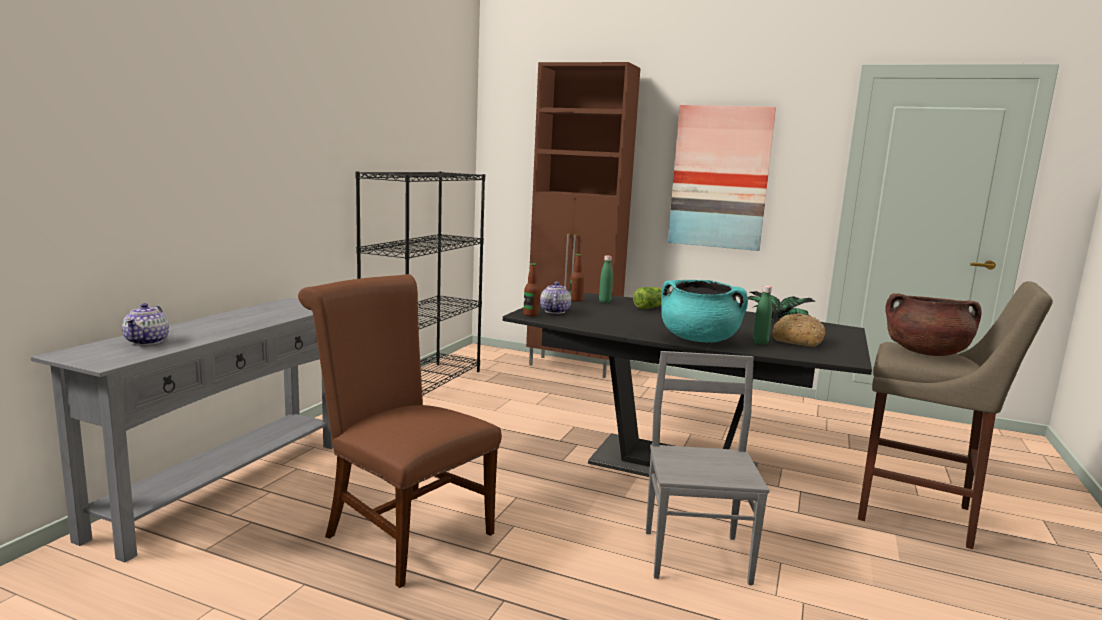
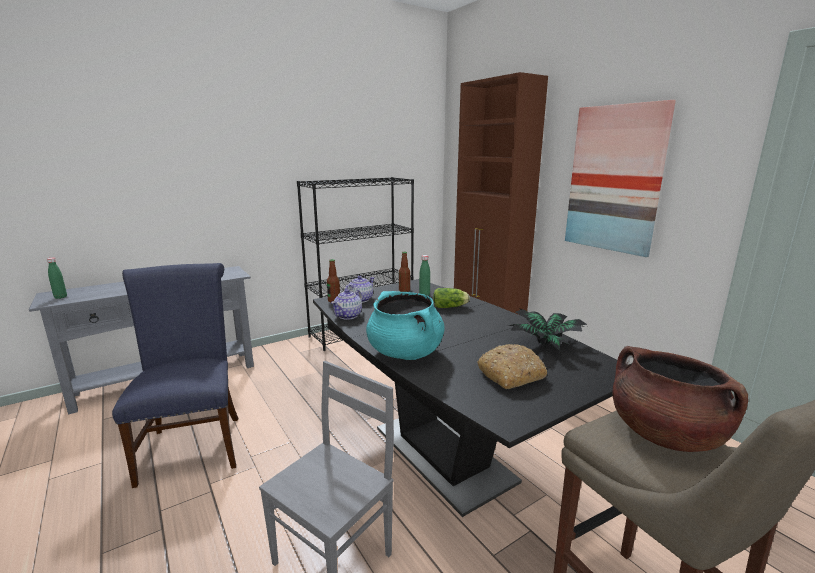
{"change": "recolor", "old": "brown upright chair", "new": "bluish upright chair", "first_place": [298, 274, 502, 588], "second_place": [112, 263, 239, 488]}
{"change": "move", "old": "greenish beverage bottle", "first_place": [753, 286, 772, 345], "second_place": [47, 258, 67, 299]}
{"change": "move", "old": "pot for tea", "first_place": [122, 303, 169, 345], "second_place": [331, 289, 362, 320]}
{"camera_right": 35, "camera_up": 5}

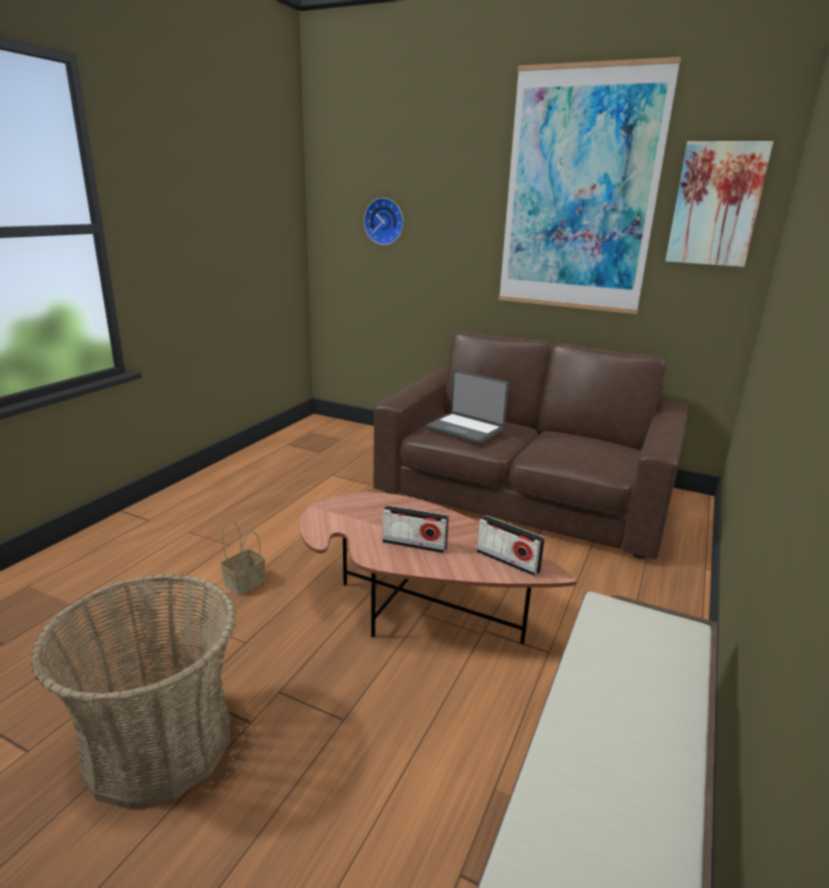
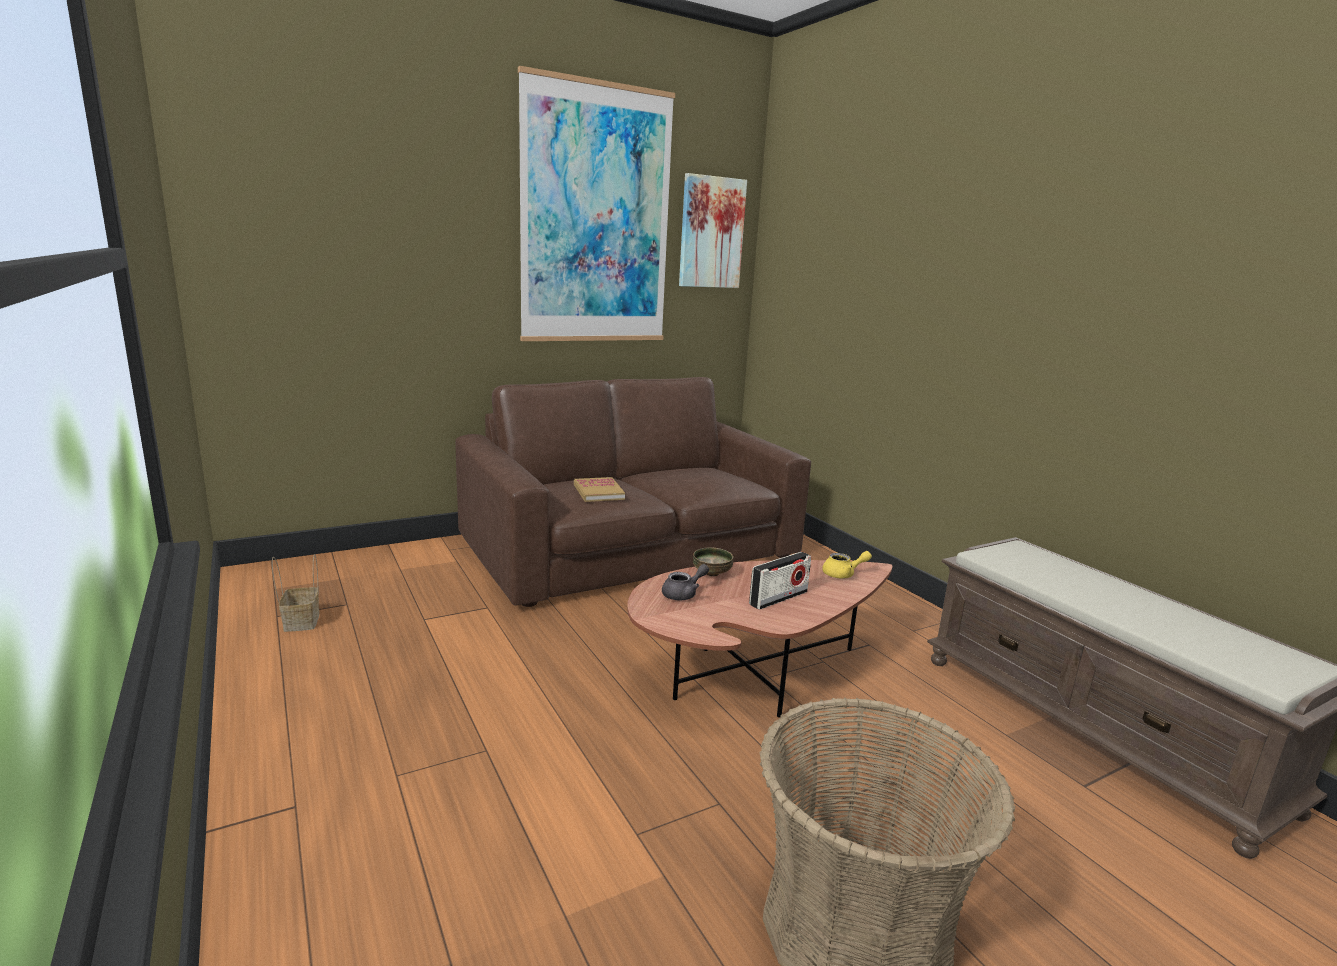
{"change": "delete", "old": "wall clock", "first_place": [364, 198, 403, 245]}
{"change": "replace", "old": "notebook computer", "new": "book", "first_place": [426, 370, 509, 444], "second_place": [574, 477, 625, 502]}
{"change": "replace", "old": "radio", "new": "yellowish pot for tea", "first_place": [477, 515, 545, 576], "second_place": [822, 551, 872, 579]}
{"change": "move", "old": "household basket", "first_place": [221, 520, 265, 595], "second_place": [272, 554, 319, 632]}
{"change": "insert", "new": "deep dish", "second_place": [693, 547, 733, 576]}
{"change": "insert", "new": "greyish pot for tea", "second_place": [662, 564, 709, 600]}
{"camera_right": -55, "camera_up": -5}

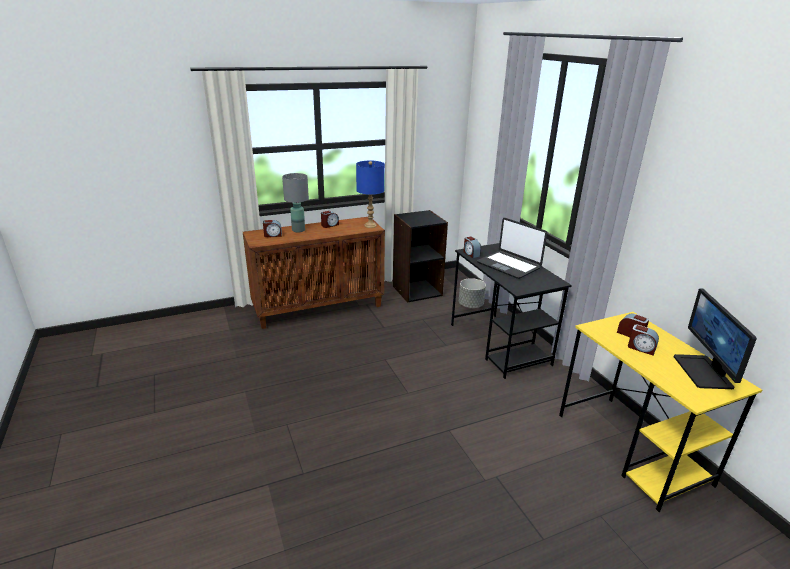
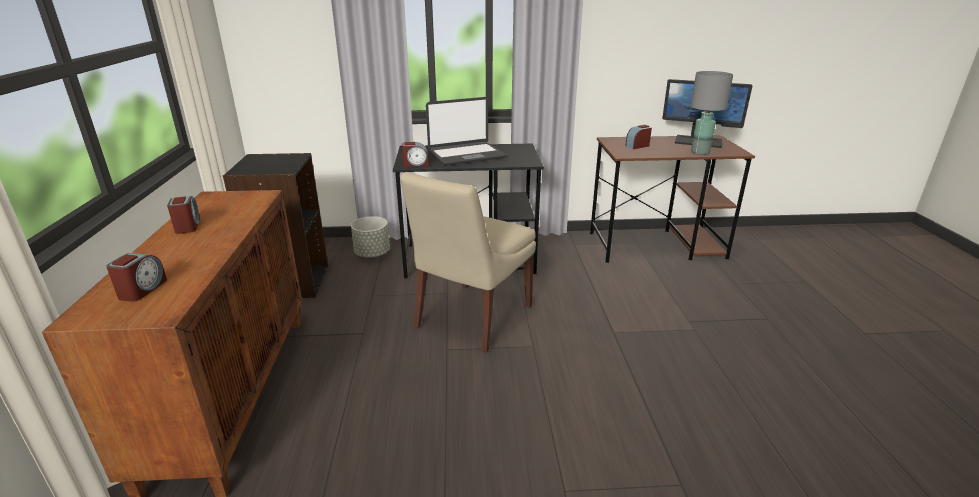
{"change": "delete", "old": "bluish tabletop lamp", "first_place": [356, 161, 385, 228]}
{"change": "move", "old": "greyish tabletop lamp", "first_place": [282, 173, 309, 232], "second_place": [691, 71, 733, 155]}
{"change": "recolor", "old": "yellowish desk table", "new": "brown desk table", "first_place": [559, 312, 762, 512], "second_place": [590, 135, 755, 263]}
{"change": "delete", "old": "alarm clock", "first_place": [628, 324, 659, 355]}
{"change": "insert", "new": "beige upright chair", "second_place": [400, 172, 536, 353]}
{"camera_right": -70, "camera_up": 0}

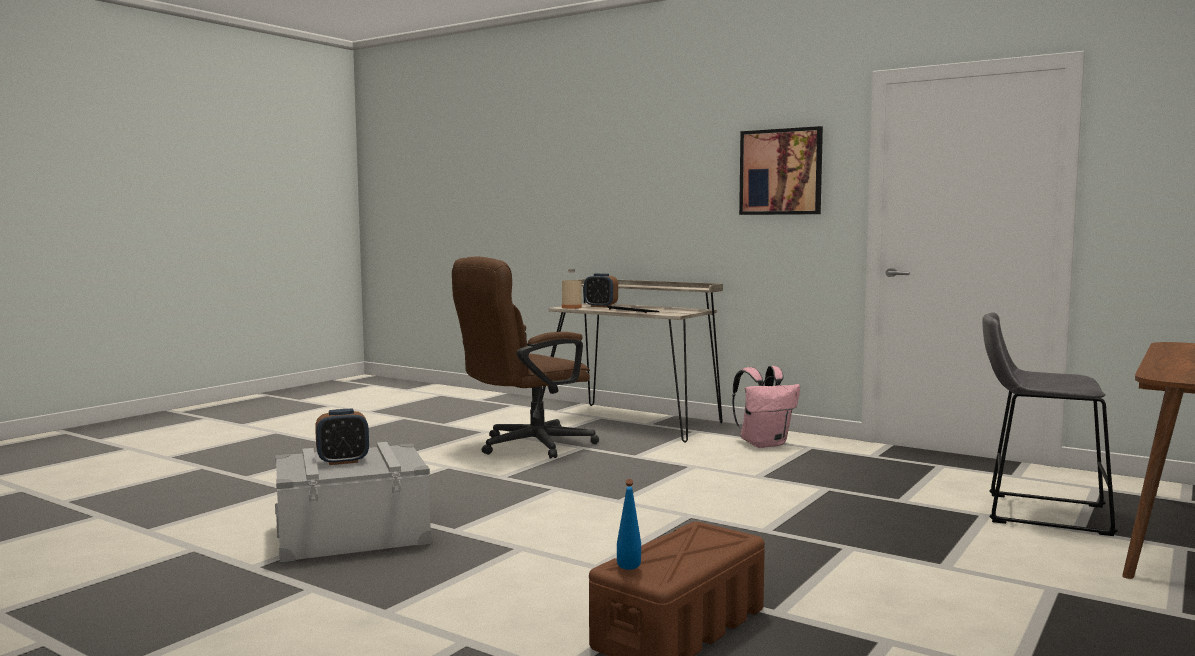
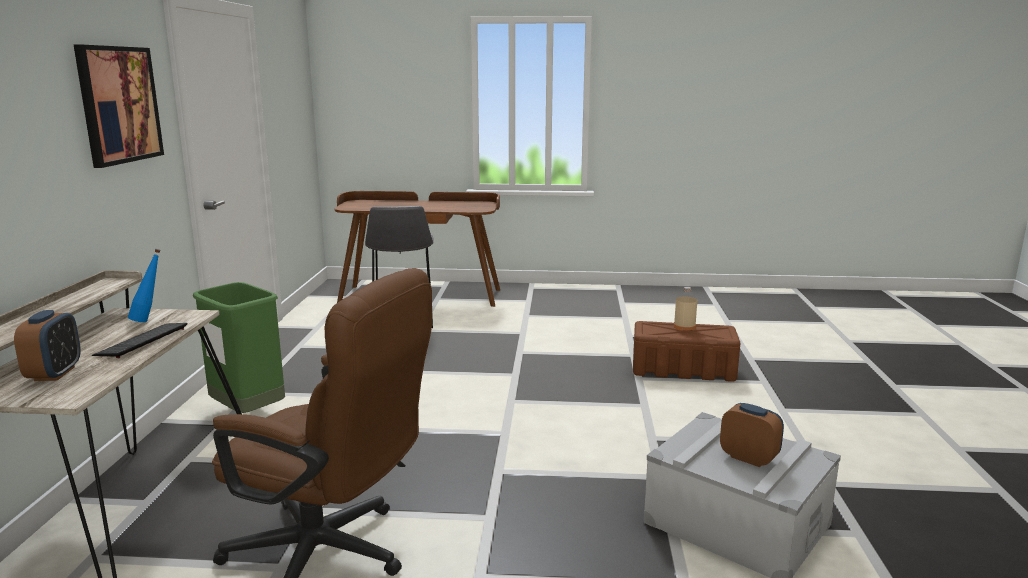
{"change": "move", "old": "beige beverage bottle", "first_place": [562, 269, 582, 309], "second_place": [674, 287, 697, 331]}
{"change": "replace", "old": "pink knapsack", "new": "greenish trash can", "first_place": [732, 366, 800, 448], "second_place": [193, 282, 285, 413]}
{"change": "move", "old": "bluish beverage bottle", "first_place": [617, 479, 641, 570], "second_place": [128, 249, 161, 322]}
{"camera_right": -120, "camera_up": 10}

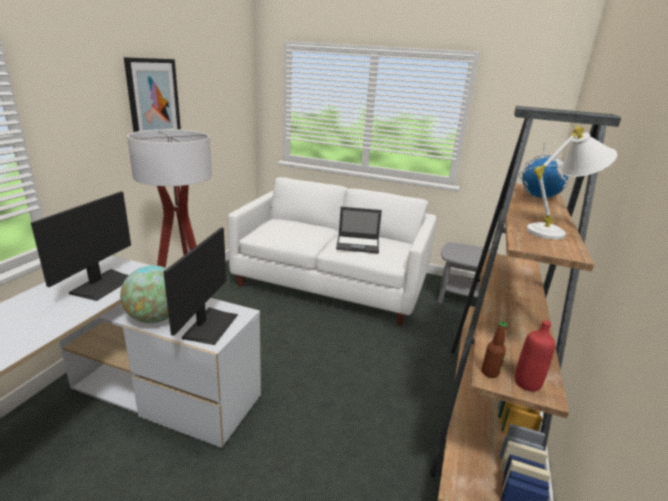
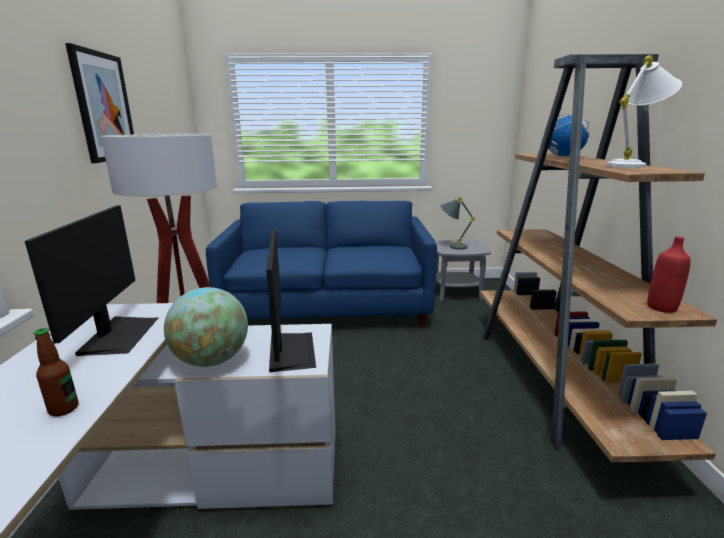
{"change": "recolor", "old": "white sofa", "new": "bluish sofa", "first_place": [228, 177, 436, 326], "second_place": [206, 201, 437, 328]}
{"change": "delete", "old": "notebook computer", "first_place": [336, 207, 382, 253]}
{"change": "move", "old": "beverage bottle", "first_place": [482, 322, 507, 378], "second_place": [34, 328, 78, 417]}
{"change": "insert", "new": "greyish tabletop lamp", "second_place": [440, 197, 475, 250]}
{"camera_right": -20, "camera_up": -5}

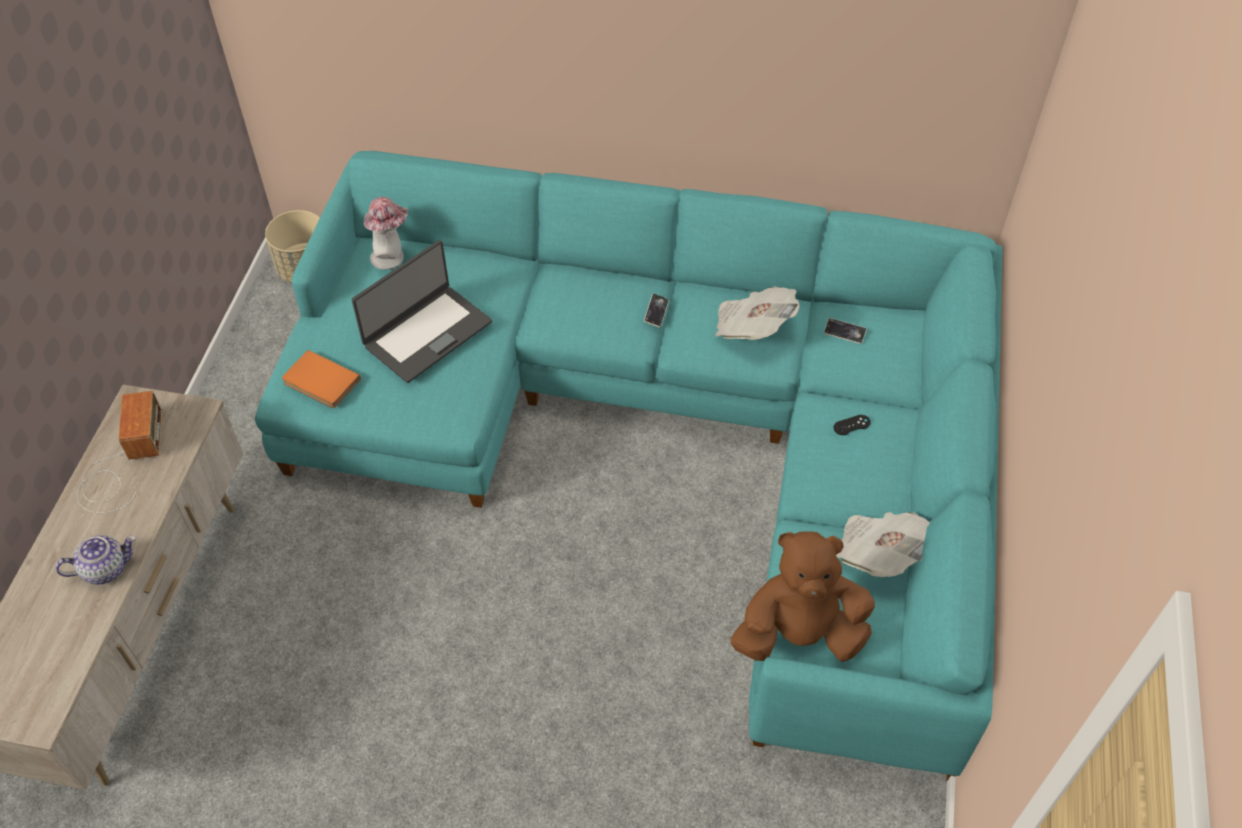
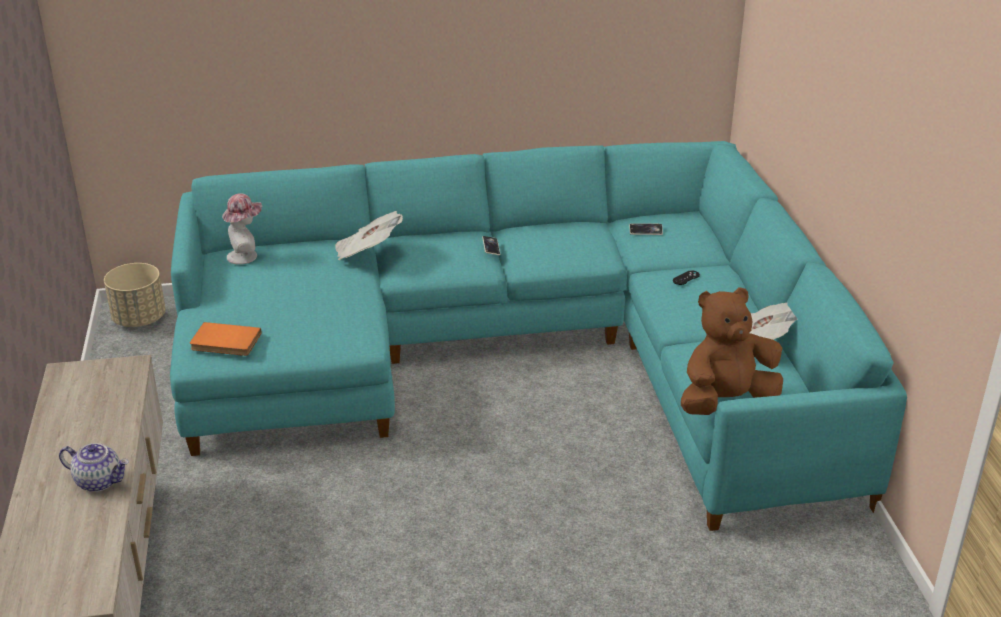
{"change": "delete", "old": "notebook computer", "first_place": [351, 240, 492, 383]}
{"change": "move", "old": "printed paper", "first_place": [715, 286, 800, 340], "second_place": [335, 211, 403, 260]}
{"change": "delete", "old": "radio", "first_place": [77, 391, 162, 513]}
{"change": "rotate", "old": "pot for tea", "first_place": [56, 535, 136, 584], "second_place": [59, 443, 129, 492], "degrees": 60}
{"camera_right": -20, "camera_up": -20}

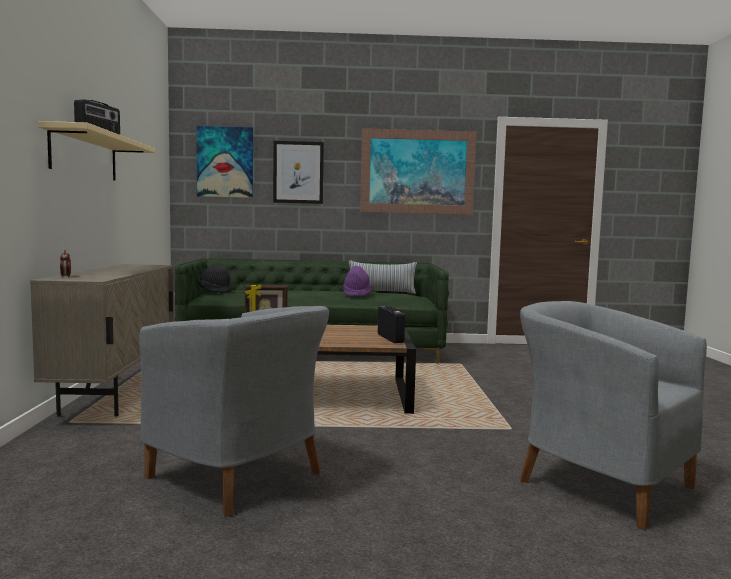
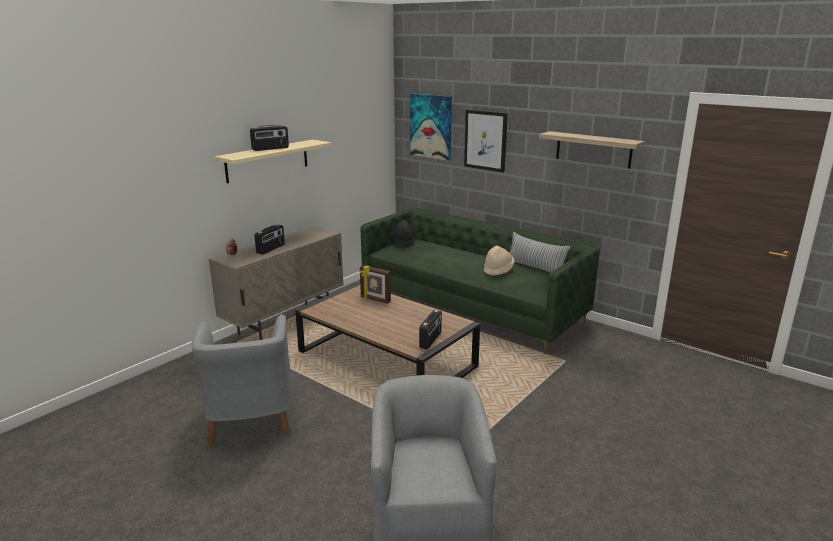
{"change": "replace", "old": "wall art", "new": "wall shelf", "first_place": [360, 128, 477, 215], "second_place": [539, 131, 645, 169]}
{"change": "recolor", "old": "purplish hat", "new": "beige hat", "first_place": [343, 266, 371, 297], "second_place": [484, 246, 515, 276]}
{"change": "insert", "new": "radio", "second_place": [254, 224, 285, 255]}
{"camera_right": 40, "camera_up": 15}

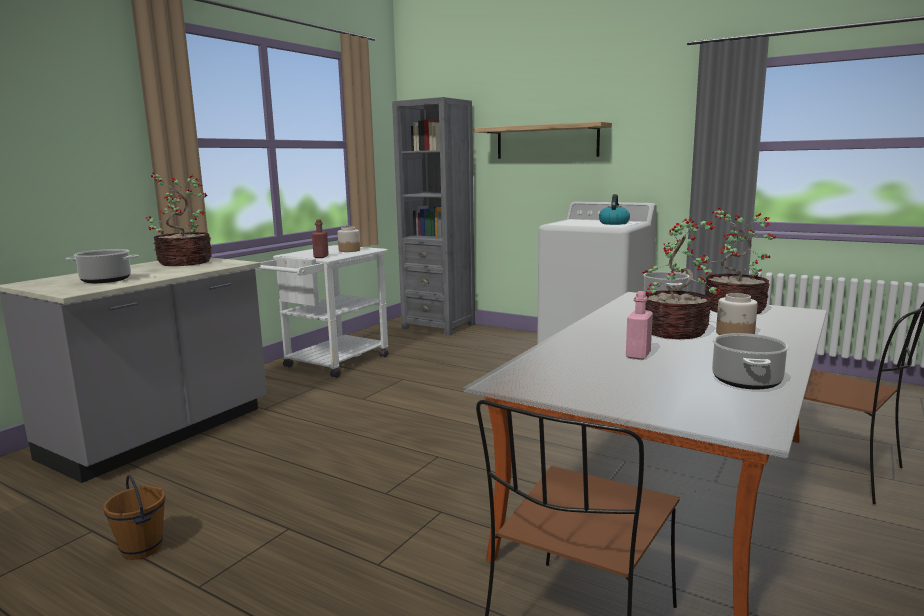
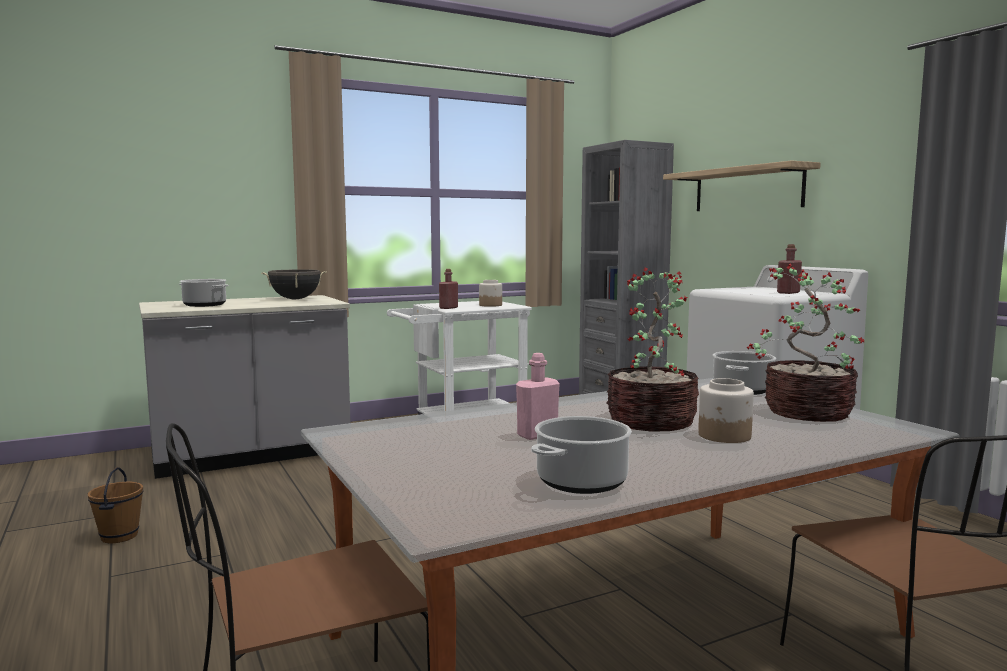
{"change": "replace", "old": "houseplant", "new": "black-coloured cooking pot", "first_place": [146, 172, 212, 266], "second_place": [261, 269, 327, 299]}
{"change": "replace", "old": "water kettle", "new": "red-coloured beverage bottle", "first_place": [599, 194, 630, 225], "second_place": [777, 244, 802, 294]}
{"camera_right": 30, "camera_up": -5}

